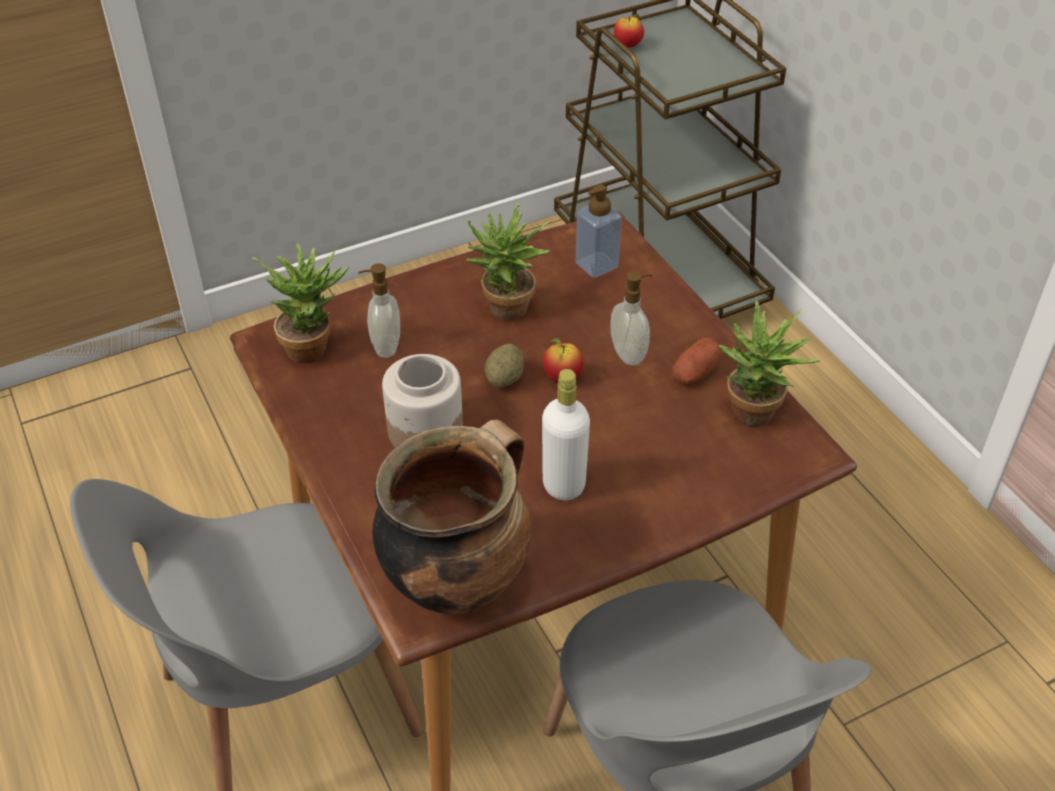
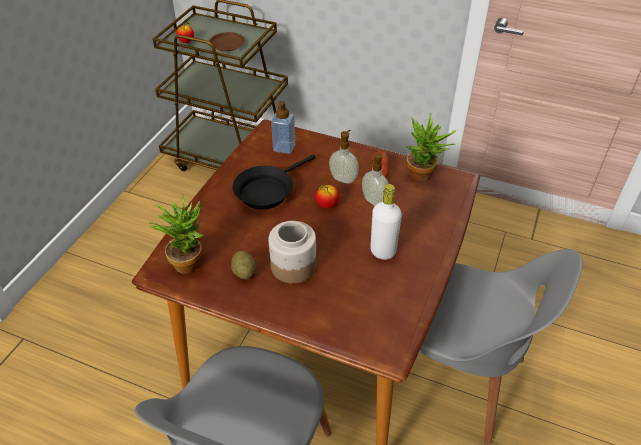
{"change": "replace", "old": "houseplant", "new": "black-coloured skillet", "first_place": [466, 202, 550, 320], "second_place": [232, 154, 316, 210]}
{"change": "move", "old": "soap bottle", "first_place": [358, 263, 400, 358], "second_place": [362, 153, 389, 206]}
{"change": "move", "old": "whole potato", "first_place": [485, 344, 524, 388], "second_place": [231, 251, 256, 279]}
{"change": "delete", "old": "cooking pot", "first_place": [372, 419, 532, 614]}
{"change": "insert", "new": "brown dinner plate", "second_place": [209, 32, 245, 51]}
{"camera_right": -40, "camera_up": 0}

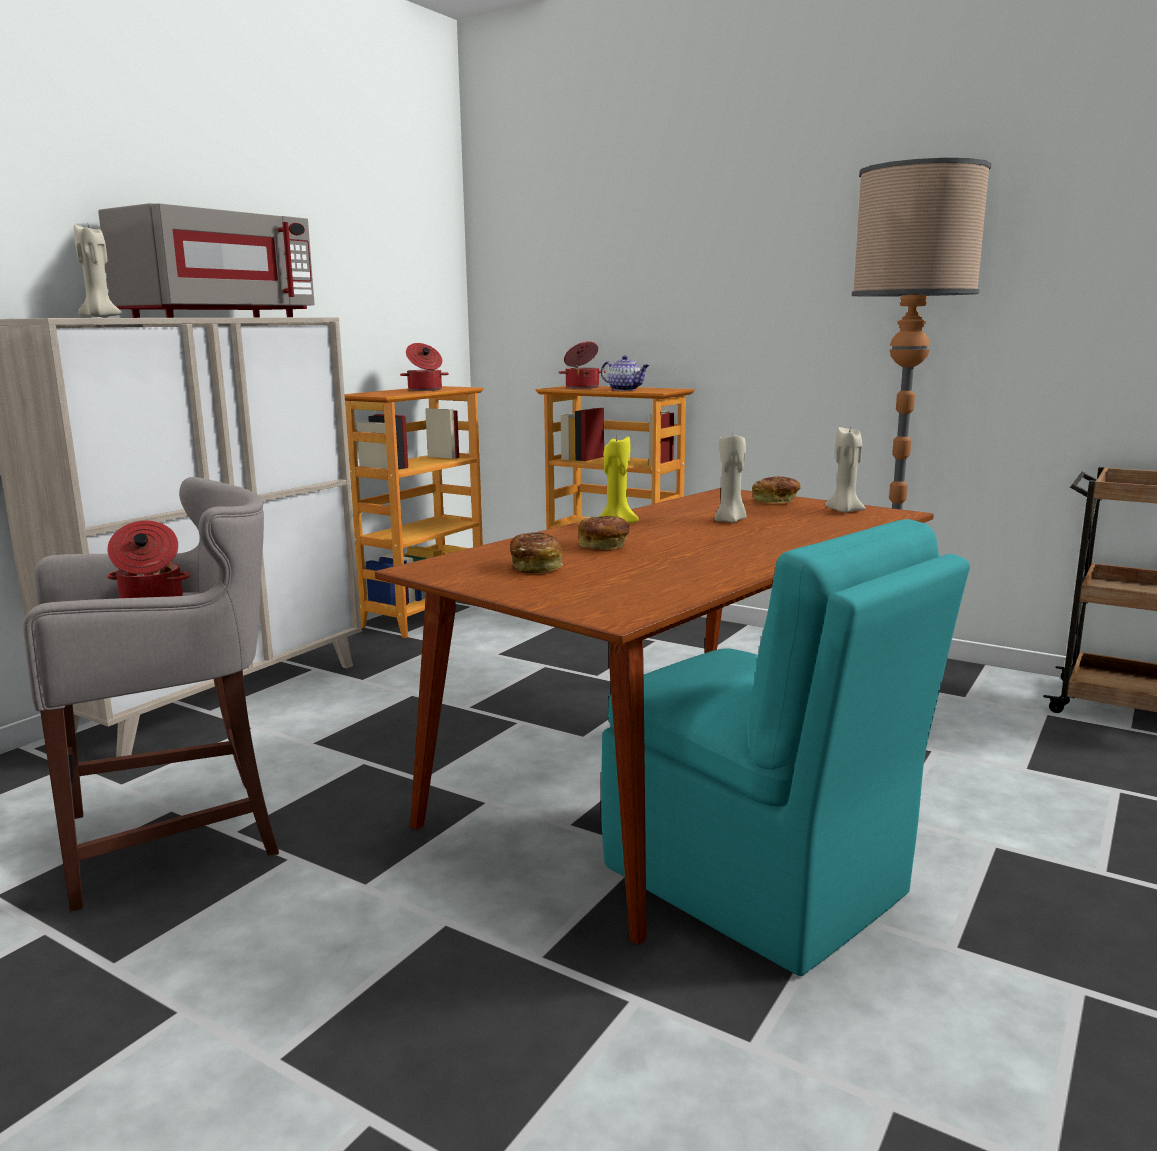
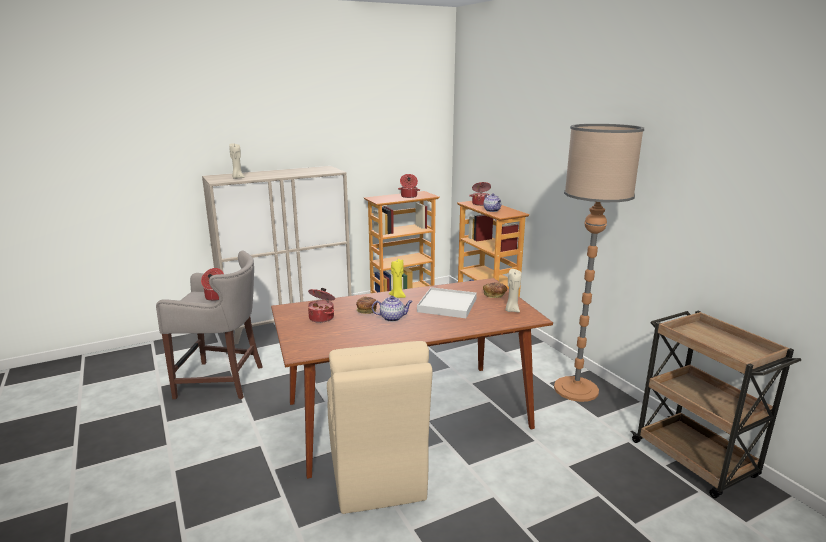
{"change": "delete", "old": "greyish microwave", "first_place": [98, 203, 315, 318]}
{"change": "replace", "old": "beige wax candle", "new": "white tray", "first_place": [715, 434, 747, 522], "second_place": [417, 287, 477, 318]}
{"change": "recolor", "old": "turquoise-coloured upright chair", "new": "beige upright chair", "first_place": [601, 519, 970, 976], "second_place": [327, 341, 432, 514]}
{"change": "replace", "old": "bakery bread", "new": "cooking pot", "first_place": [510, 532, 563, 574], "second_place": [308, 288, 335, 323]}
{"change": "insert", "new": "pot for tea", "second_place": [372, 296, 413, 322]}
{"camera_right": 30, "camera_up": 5}

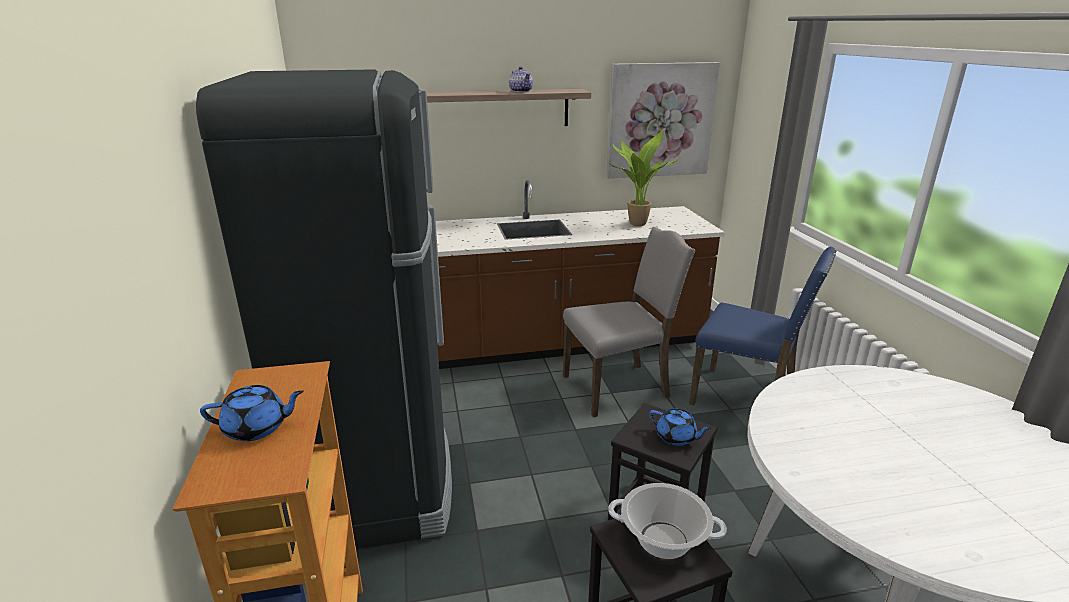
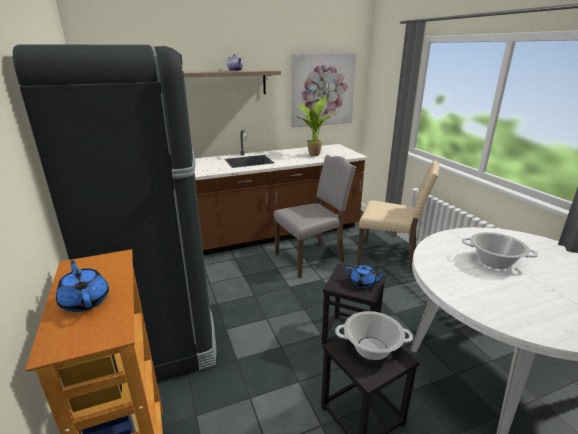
{"change": "recolor", "old": "bluish upright chair", "new": "beige upright chair", "first_place": [689, 247, 837, 406], "second_place": [356, 161, 440, 273]}
{"change": "rotate", "old": "bluish pot for tea", "first_place": [200, 385, 304, 441], "second_place": [56, 261, 109, 312], "degrees": -105}
{"change": "insert", "new": "cooking pot", "second_place": [462, 232, 538, 269]}
{"camera_right": -10, "camera_up": 0}

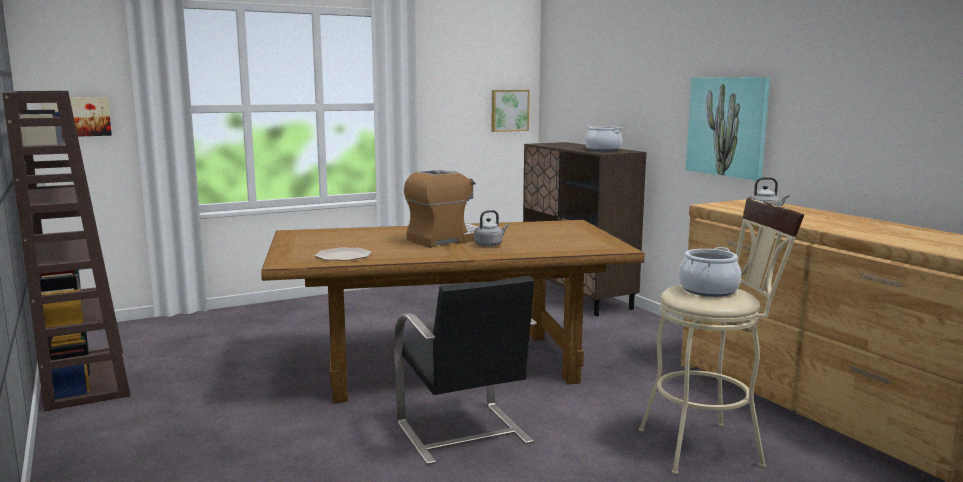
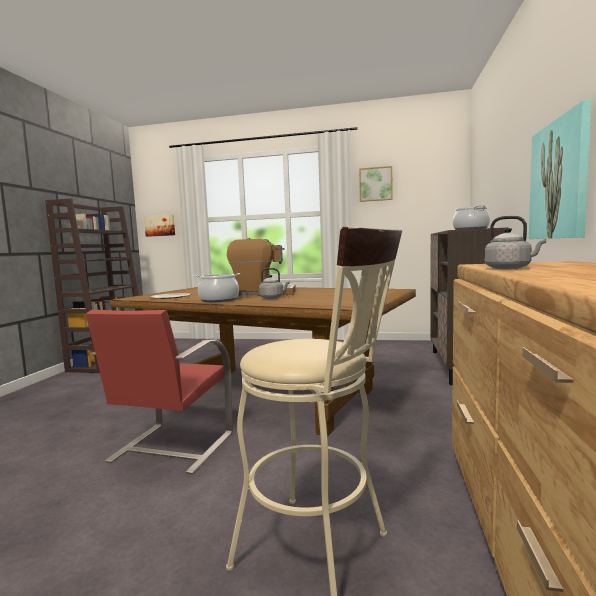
{"change": "move", "old": "wall art", "first_place": [492, 90, 530, 132], "second_place": [359, 166, 393, 202]}
{"change": "move", "old": "cooking pot", "first_place": [679, 247, 741, 297], "second_place": [195, 273, 240, 302]}
{"change": "recolor", "old": "black-coloured upright chair", "new": "red-coloured upright chair", "first_place": [394, 276, 537, 465], "second_place": [86, 310, 233, 474]}
{"camera_right": 40, "camera_up": -5}

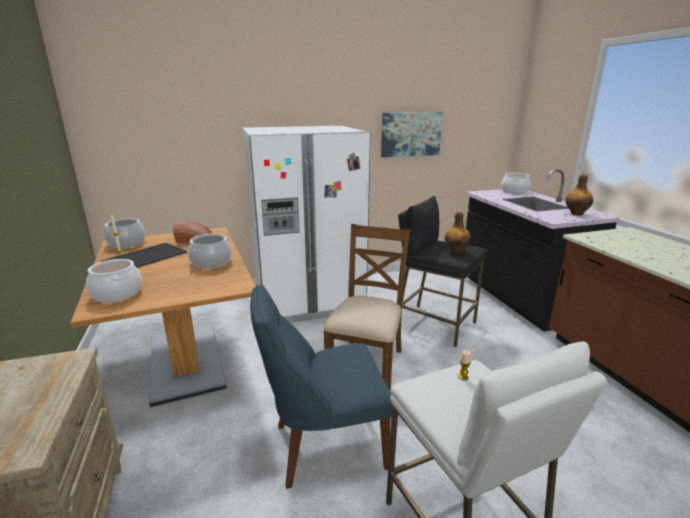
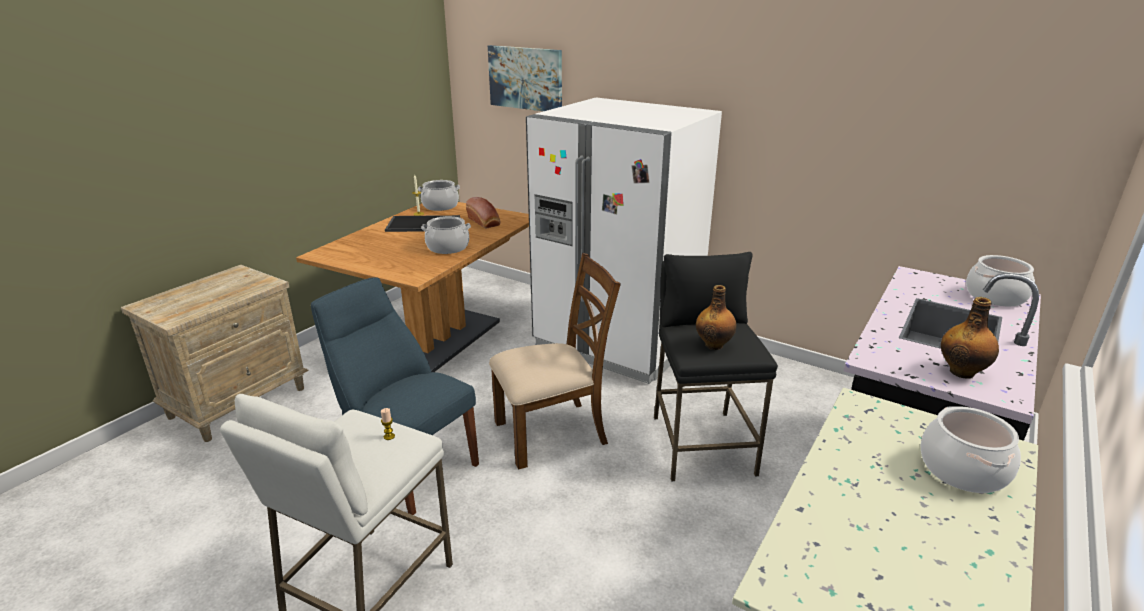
{"change": "move", "old": "wall art", "first_place": [381, 112, 443, 158], "second_place": [488, 45, 562, 111]}
{"change": "move", "old": "cooking pot", "first_place": [86, 259, 142, 303], "second_place": [921, 406, 1021, 493]}
{"camera_right": 50, "camera_up": 5}

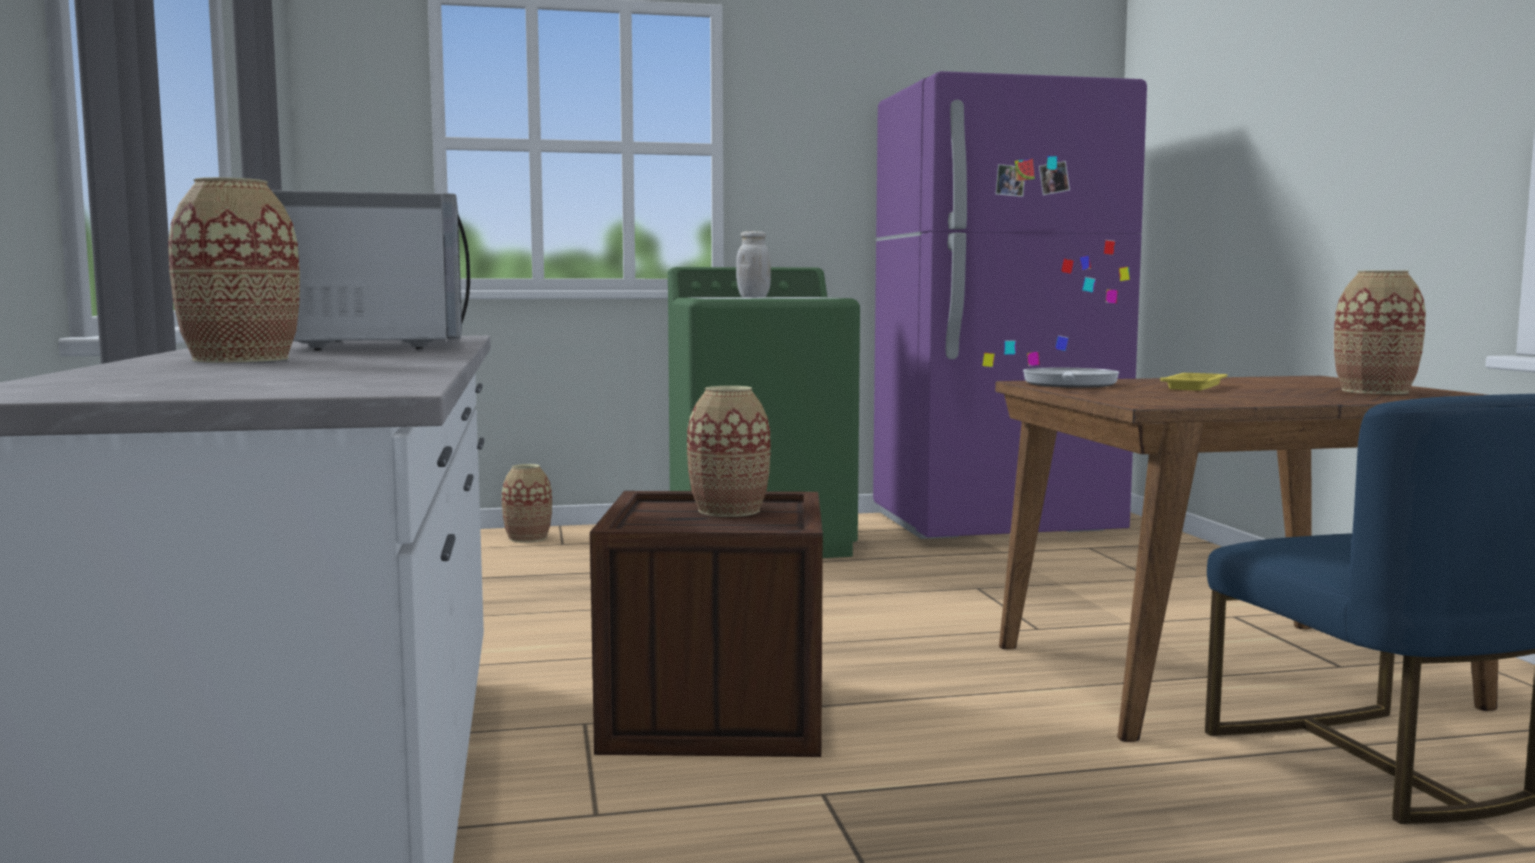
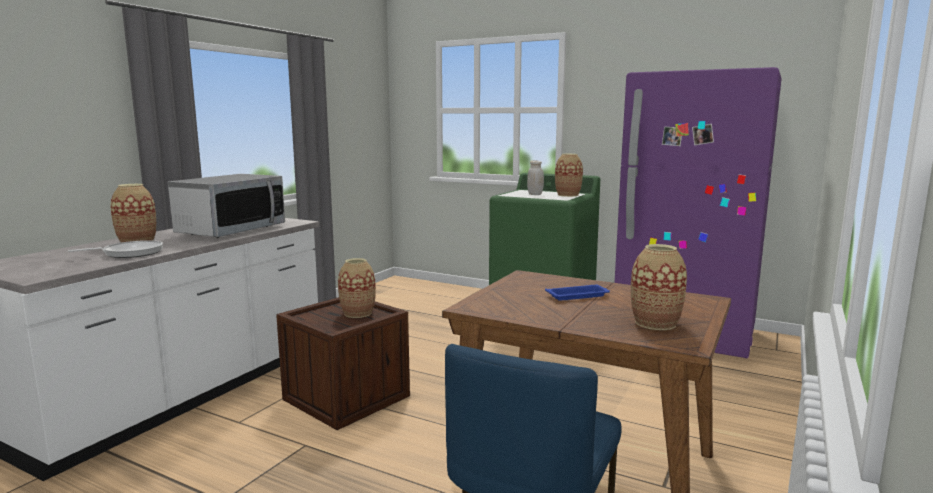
{"change": "move", "old": "skillet", "first_place": [1023, 368, 1119, 388], "second_place": [68, 240, 163, 258]}
{"change": "recolor", "old": "yellowish tray", "new": "bluish tray", "first_place": [1160, 373, 1228, 391], "second_place": [545, 285, 610, 301]}
{"change": "move", "old": "flower vase", "first_place": [502, 464, 552, 543], "second_place": [555, 154, 583, 197]}
{"camera_right": 40, "camera_up": 5}

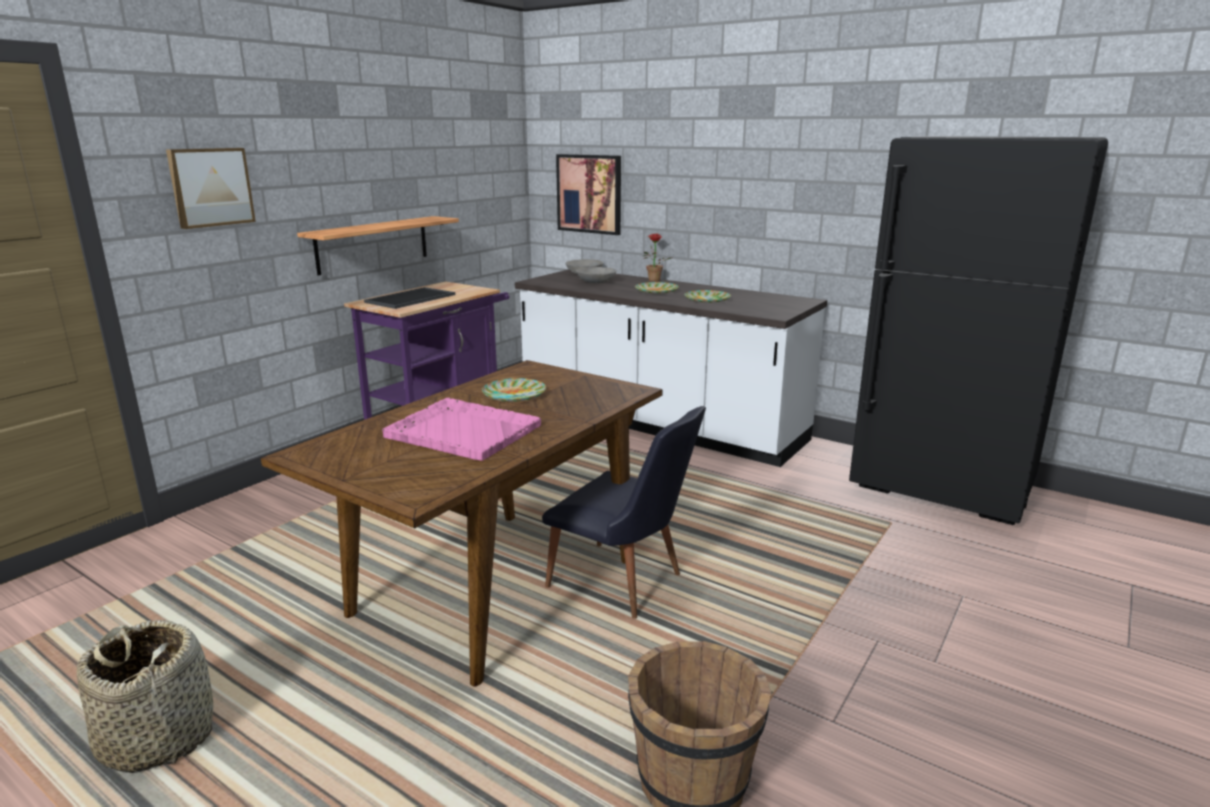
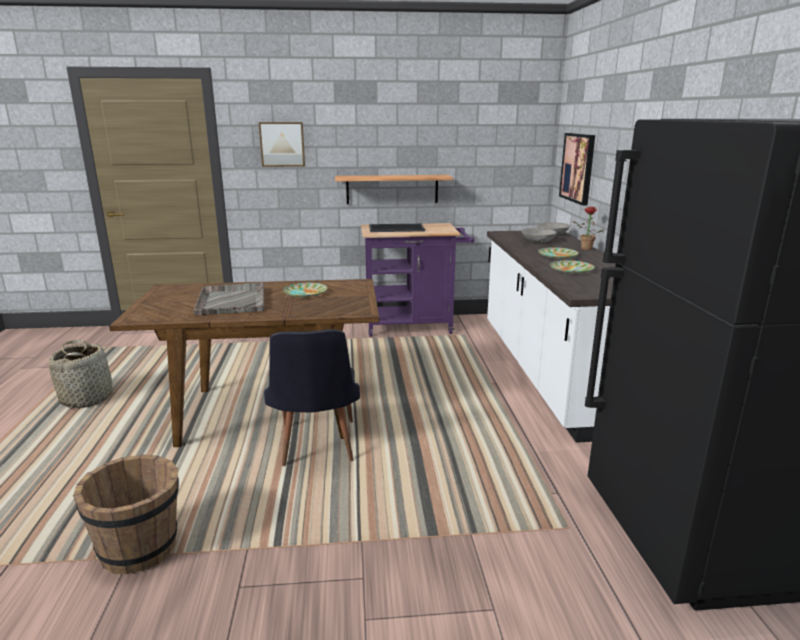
{"change": "recolor", "old": "pink tray", "new": "greyish tray", "first_place": [382, 398, 541, 461], "second_place": [194, 282, 265, 315]}
{"camera_right": 50, "camera_up": 0}

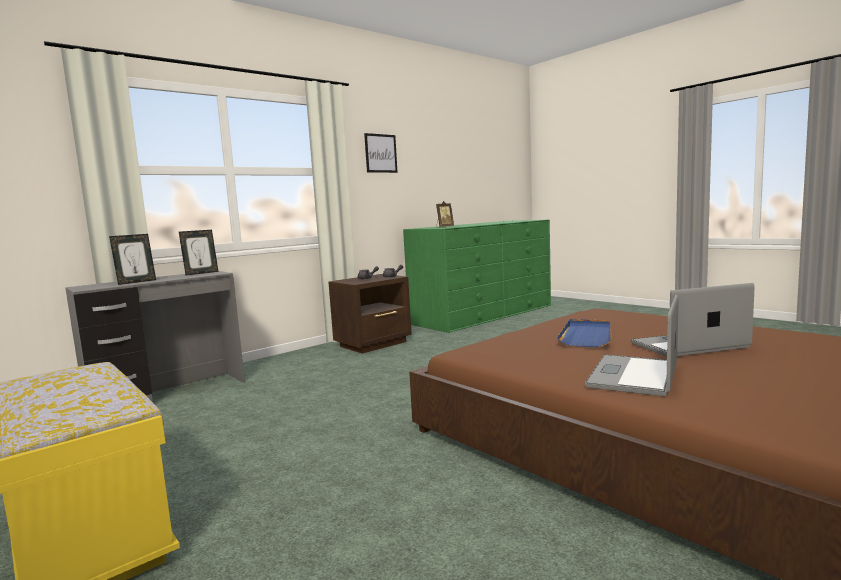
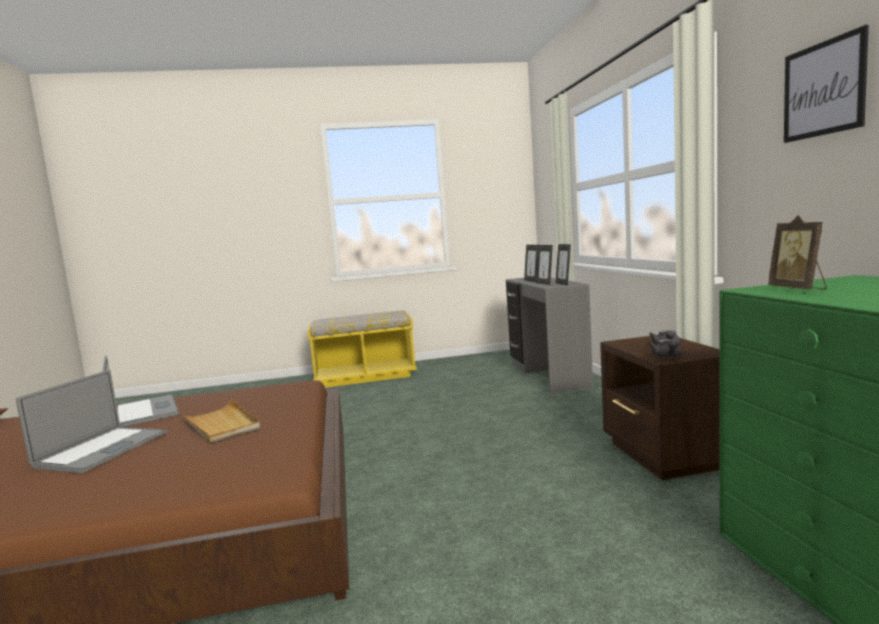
{"change": "recolor", "old": "bluish tray", "new": "beige tray", "first_place": [557, 319, 612, 347], "second_place": [179, 400, 260, 443]}
{"change": "insert", "new": "standing frame", "second_place": [536, 245, 553, 285]}
{"camera_right": 120, "camera_up": 0}

